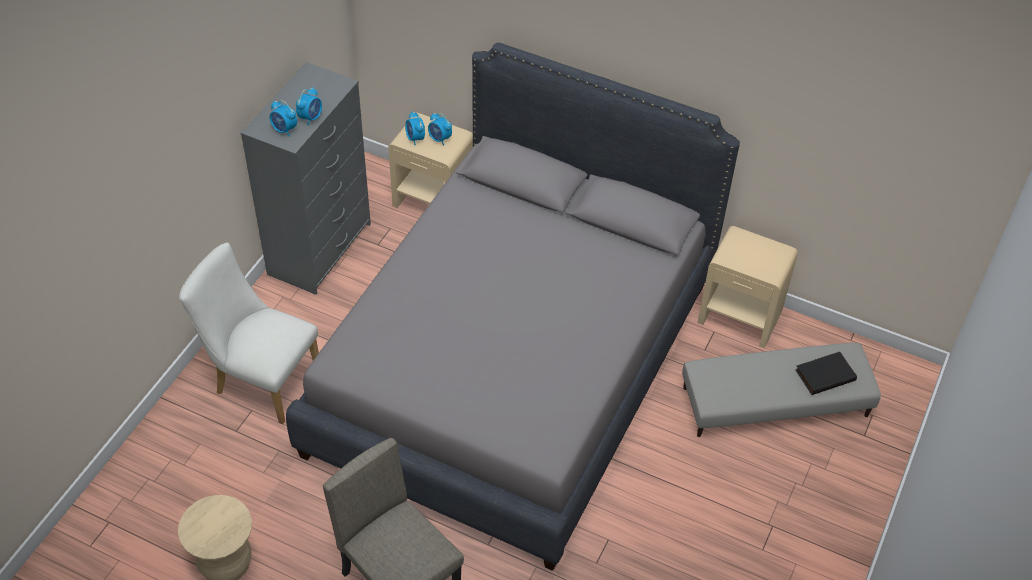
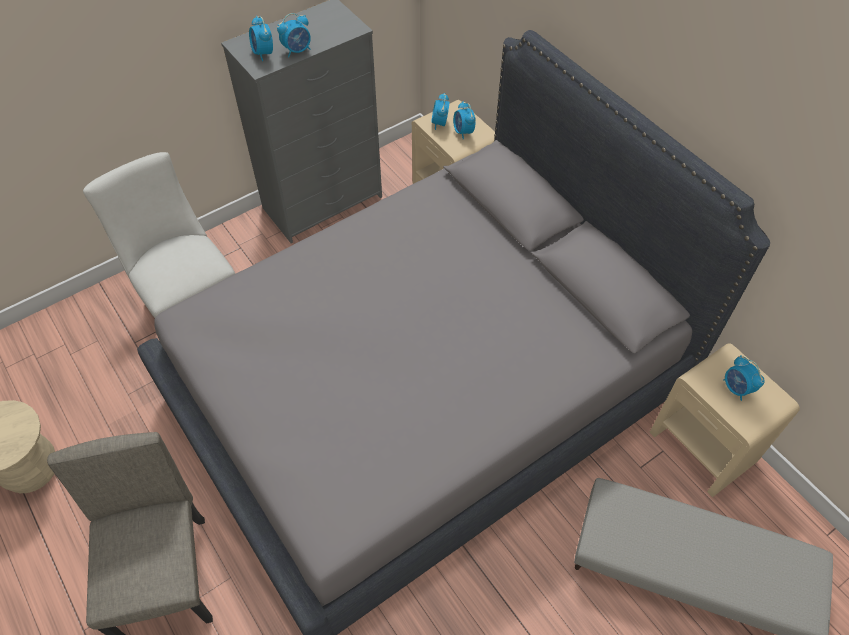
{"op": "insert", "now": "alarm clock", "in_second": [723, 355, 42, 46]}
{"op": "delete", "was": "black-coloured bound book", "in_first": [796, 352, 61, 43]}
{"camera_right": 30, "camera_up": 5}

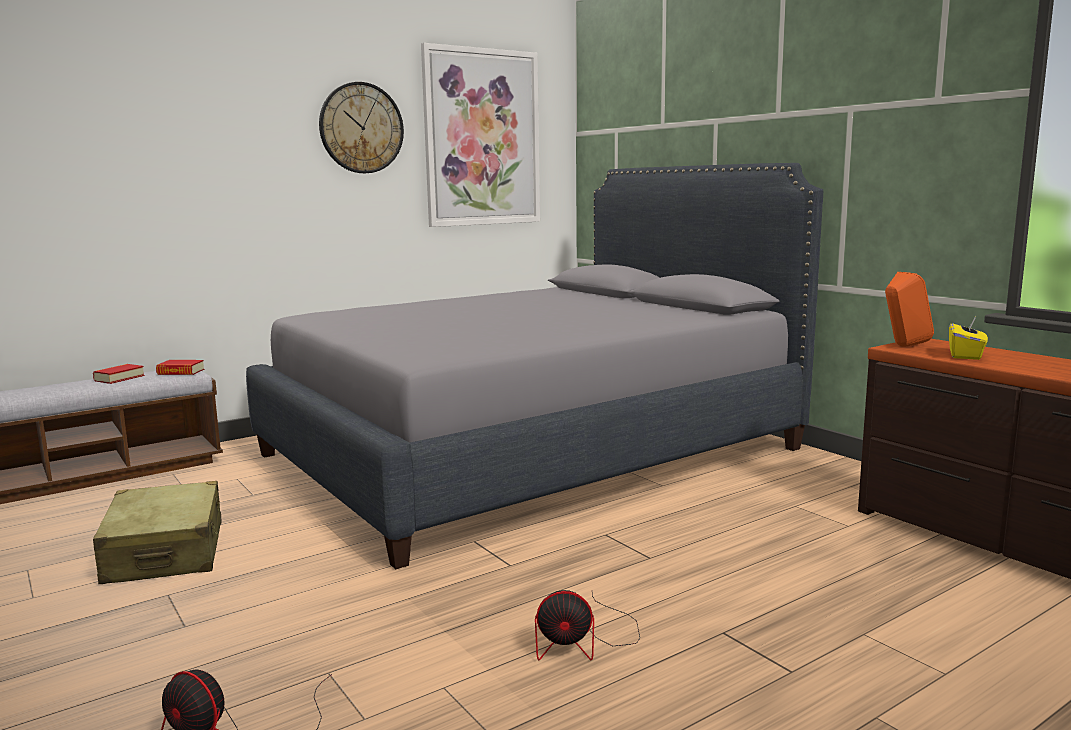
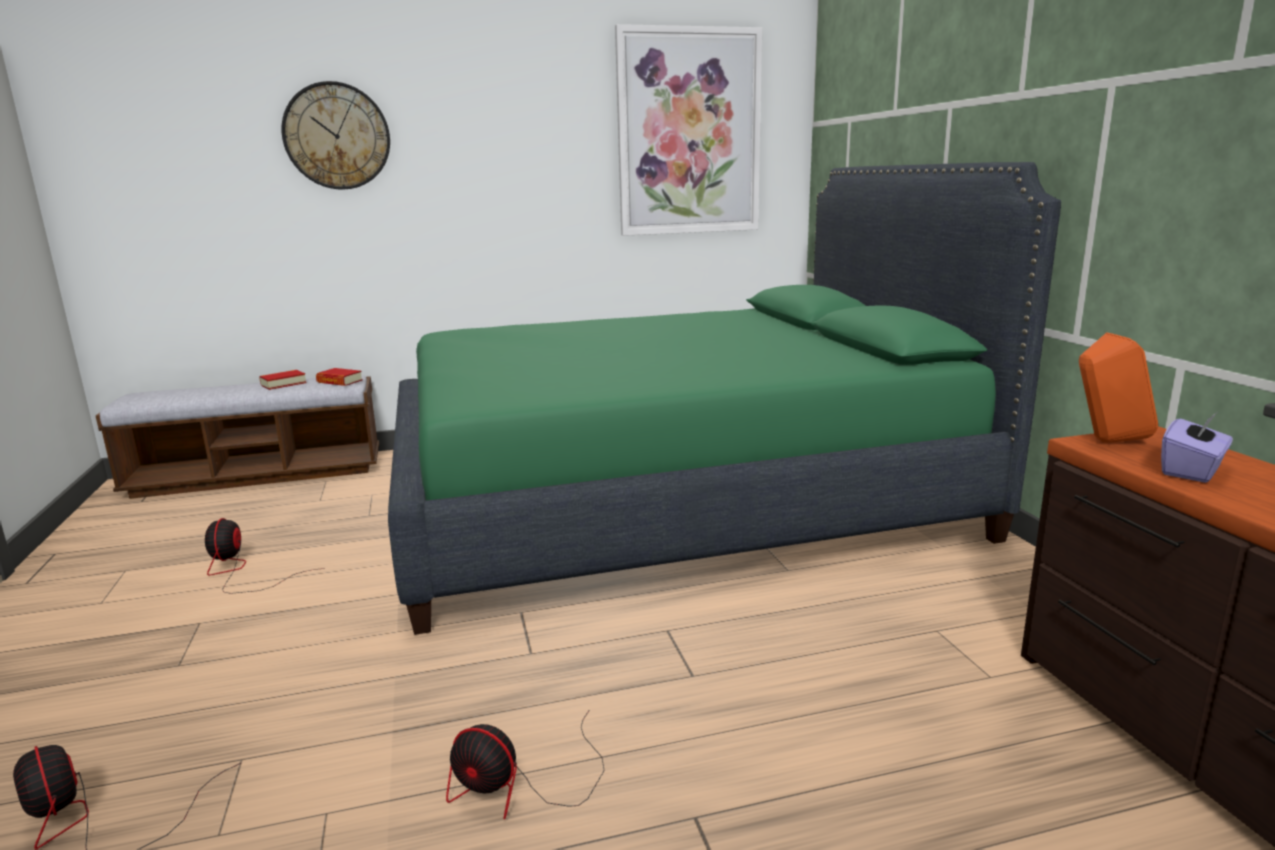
{"op": "replace", "was": "beige suitcase", "now": "cooling fan", "in_first": [93, 481, 128, 103], "in_second": [205, 518, 120, 76]}
{"op": "move", "was": "hanging clock", "in_first": [319, 82, 85, 91], "in_second": [281, 81, 109, 109]}
{"op": "recolor", "was": "greyish sleeping bed", "now": "green sleeping bed", "in_first": [246, 163, 577, 406], "in_second": [388, 162, 673, 473]}
{"op": "recolor", "was": "yellowish tissue box", "now": "purple tissue box", "in_first": [949, 318, 39, 42], "in_second": [1161, 412, 72, 71]}
{"camera_right": 20, "camera_up": 5}

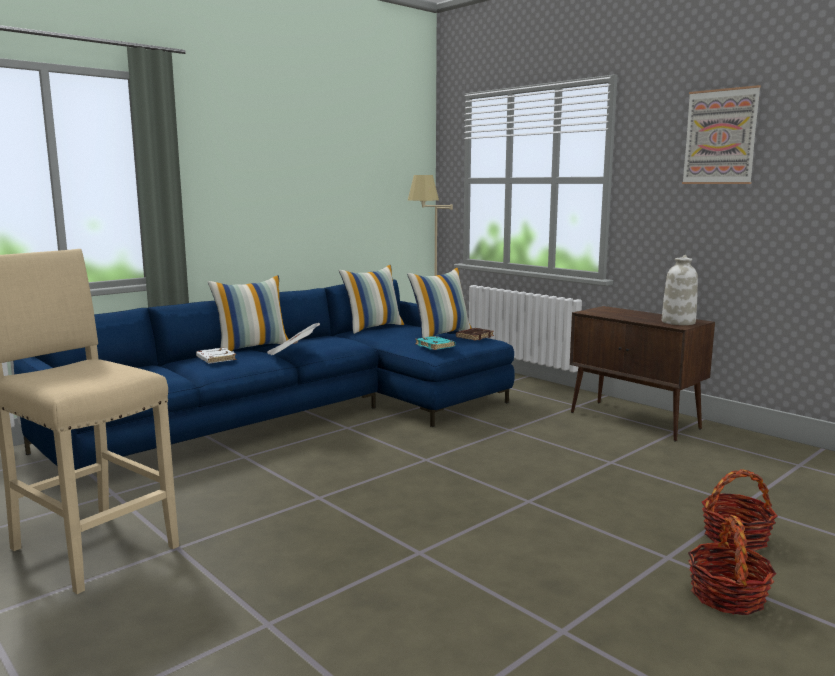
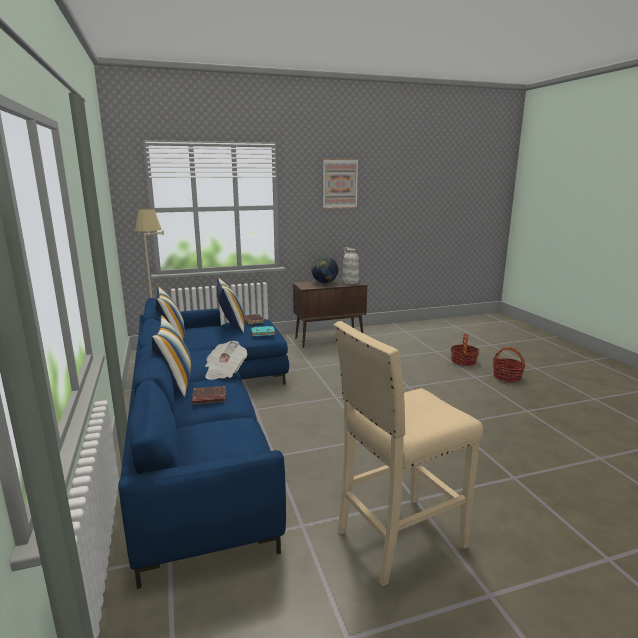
{"op": "recolor", "was": "white-coloured bound book", "now": "brown-coloured bound book", "in_first": [196, 347, 41, 17], "in_second": [192, 386, 34, 18]}
{"op": "insert", "now": "globe", "in_second": [311, 256, 27, 27]}
{"camera_right": -65, "camera_up": 5}

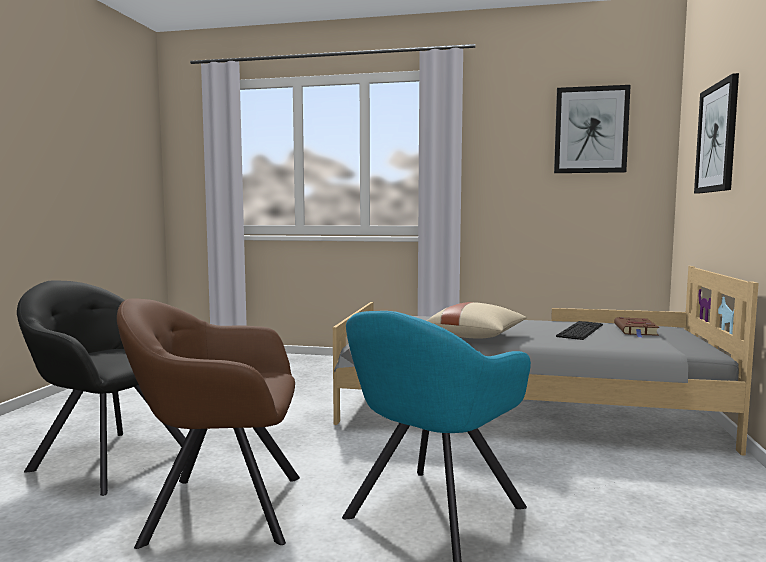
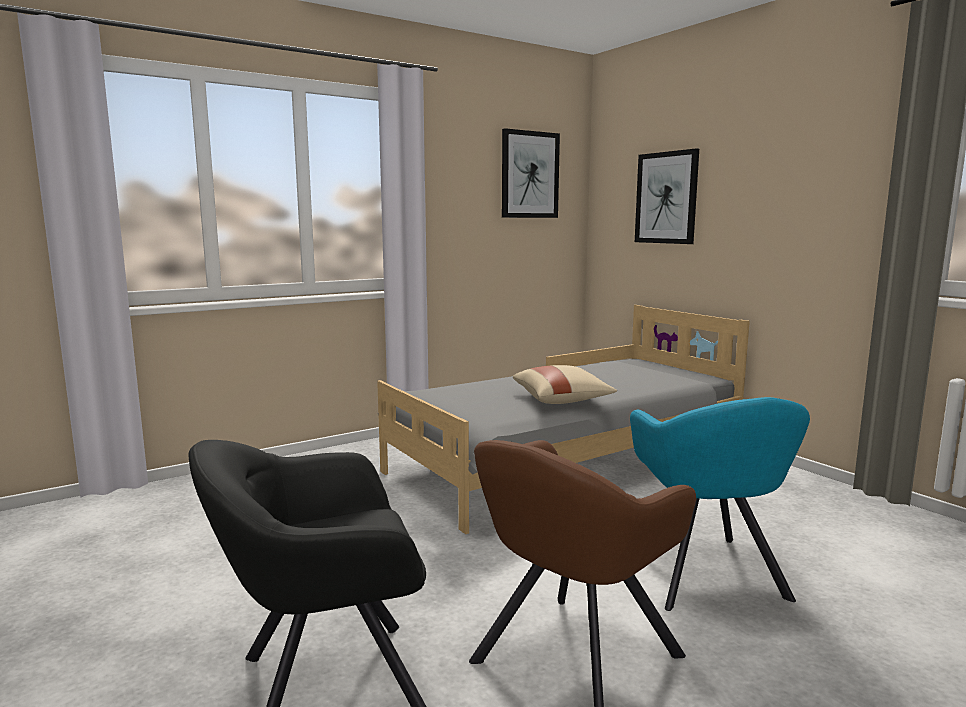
{"op": "delete", "was": "keyboard", "in_first": [556, 321, 47, 19]}
{"op": "delete", "was": "brown-coloured bound book", "in_first": [614, 317, 45, 21]}
{"camera_right": -45, "camera_up": 5}

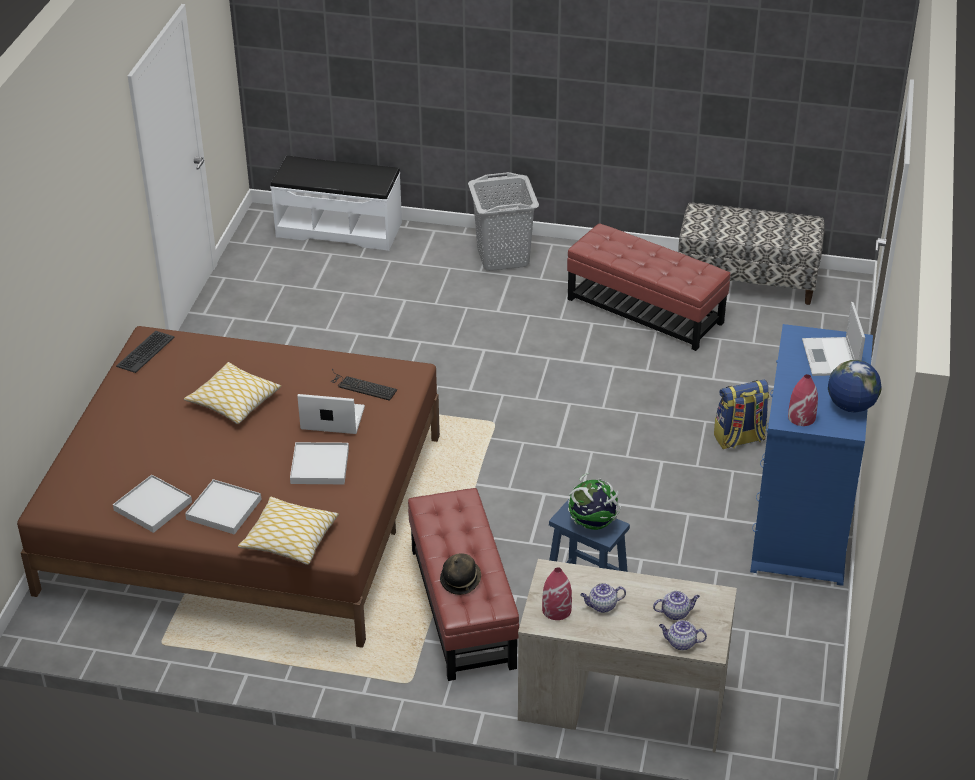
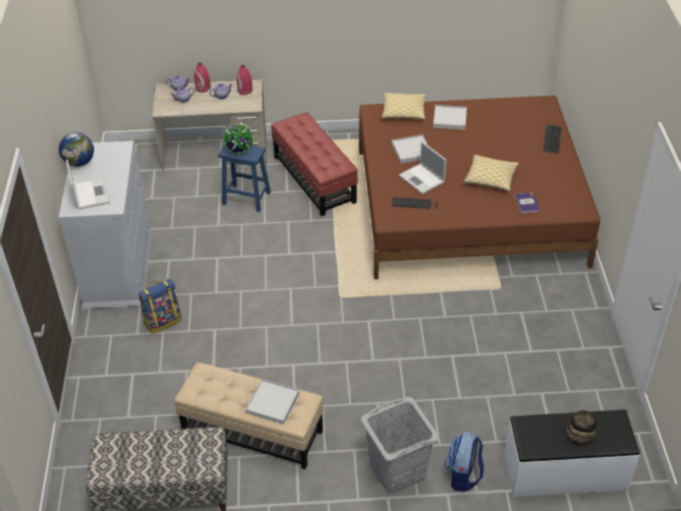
{"op": "recolor", "was": "bluish dresser", "now": "white-coloured dresser", "in_first": [750, 324, 123, 262], "in_second": [59, 141, 92, 170]}
{"op": "recolor", "was": "reddish ottoman", "now": "beige ottoman", "in_first": [567, 224, 163, 127], "in_second": [175, 362, 148, 107]}
{"op": "move", "was": "reddish vase", "in_first": [788, 374, 30, 52], "in_second": [194, 63, 17, 30]}
{"op": "move", "was": "white-coloured tray", "in_first": [113, 475, 79, 58], "in_second": [245, 379, 54, 45]}
{"op": "rotate", "was": "portable computer", "in_first": [297, 394, 68, 40], "in_second": [399, 142, 48, 52], "clockwise": 60}
{"op": "insert", "now": "backpack", "in_second": [444, 431, 40, 60]}
{"op": "insert", "now": "bound book", "in_second": [514, 193, 26, 20]}
{"op": "move", "was": "keyboard", "in_first": [116, 331, 59, 42], "in_second": [543, 125, 19, 28]}
{"op": "move", "was": "hat", "in_first": [440, 553, 41, 42], "in_second": [567, 410, 31, 32]}
{"camera_right": 165, "camera_up": 5}

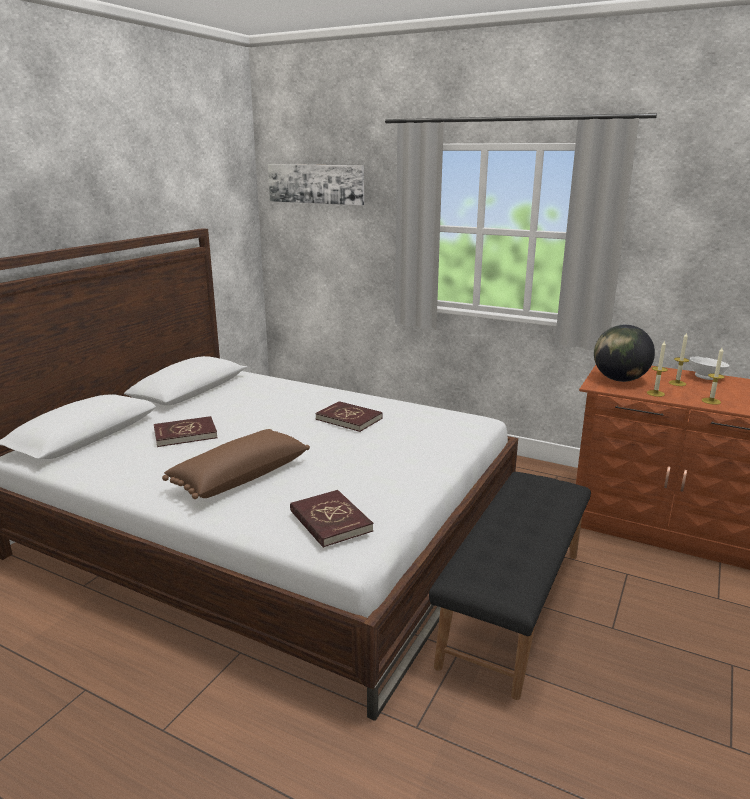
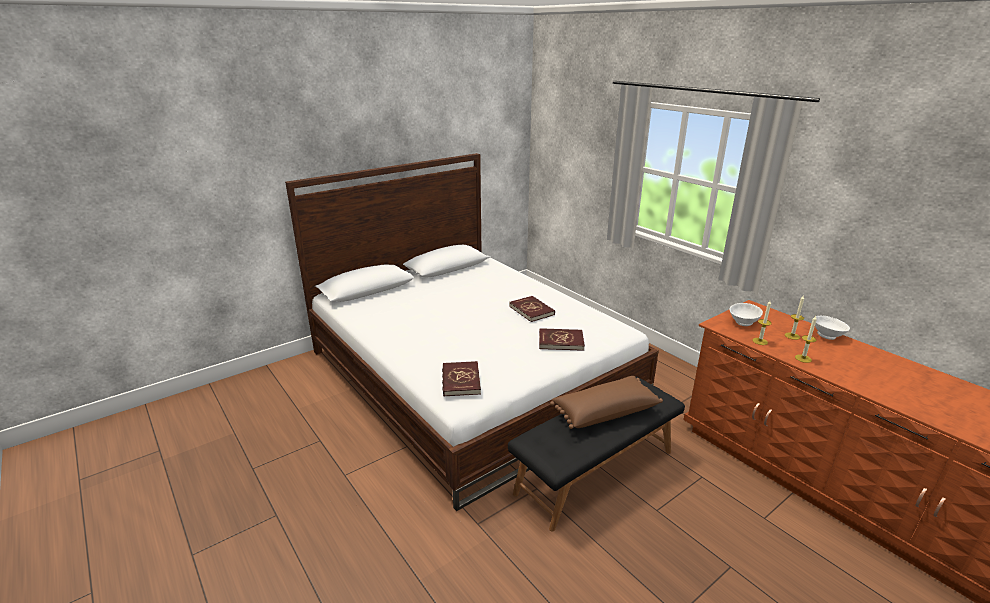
{"op": "move", "was": "reddish bound book", "in_first": [154, 416, 64, 31], "in_second": [539, 328, 46, 23]}
{"op": "move", "was": "brown-coloured throw pillow", "in_first": [162, 429, 148, 70], "in_second": [550, 376, 113, 53]}
{"op": "replace", "was": "globe", "now": "white-coloured bowl", "in_first": [594, 325, 61, 57], "in_second": [729, 303, 34, 23]}
{"op": "delete", "was": "wall art", "in_first": [268, 164, 96, 41]}
{"camera_right": 25, "camera_up": 5}

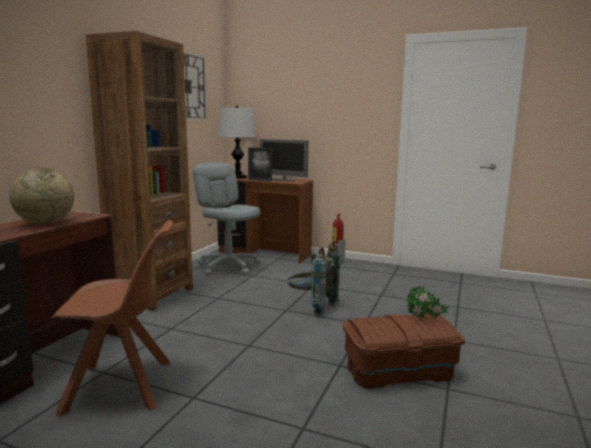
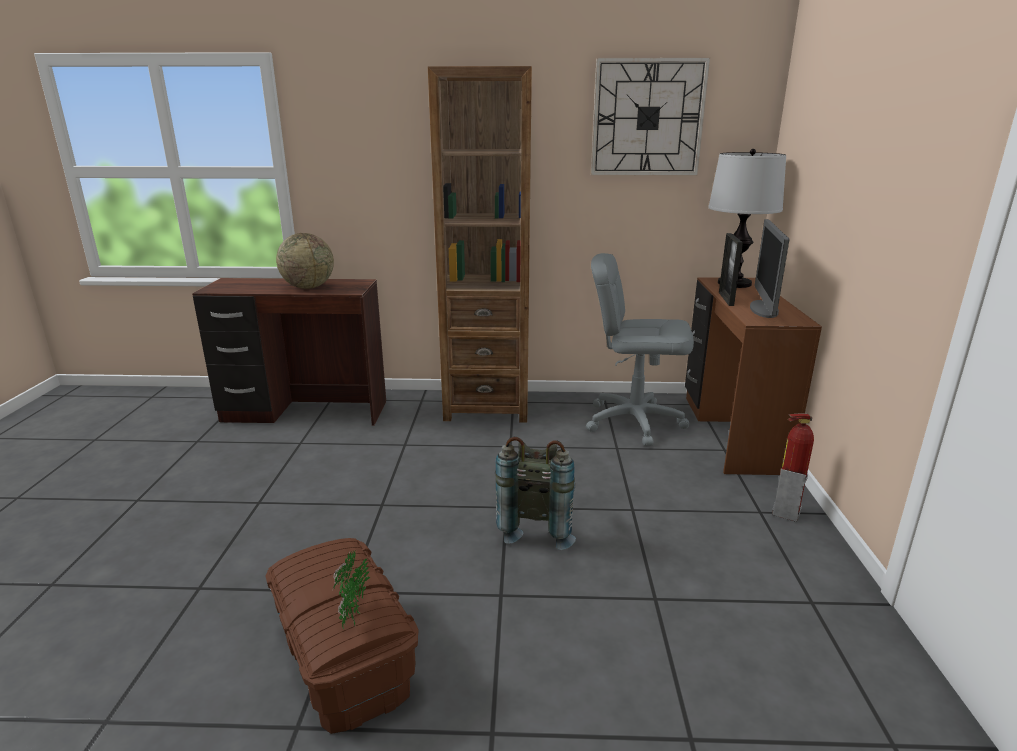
{"op": "rotate", "was": "greyish office chair", "in_first": [193, 163, 68, 112], "in_second": [586, 253, 108, 193], "clockwise": -105}
{"op": "delete", "was": "brown-coloured plain chair", "in_first": [52, 220, 121, 197]}
{"camera_right": 70, "camera_up": 10}

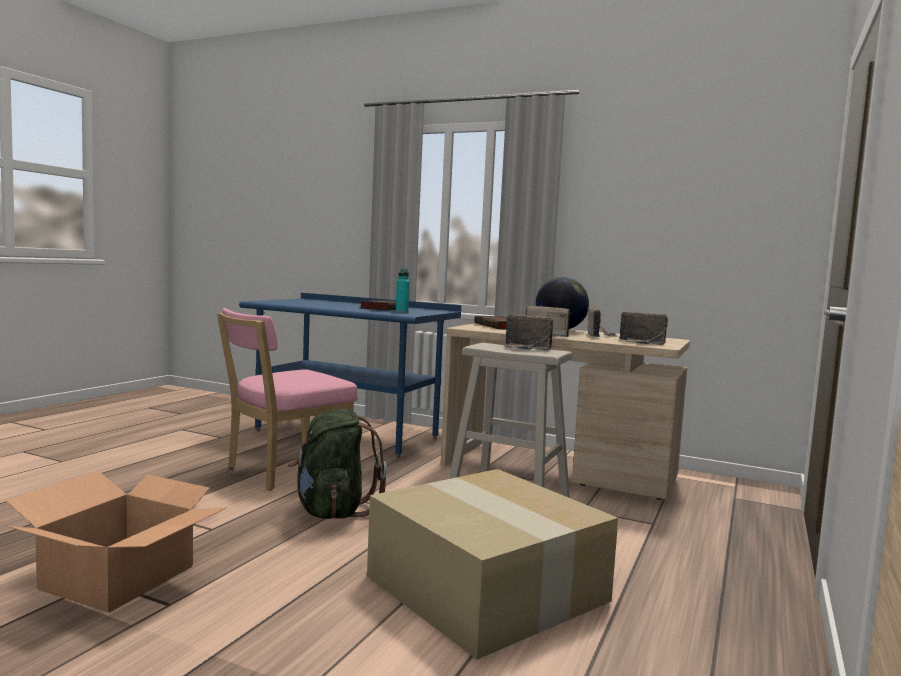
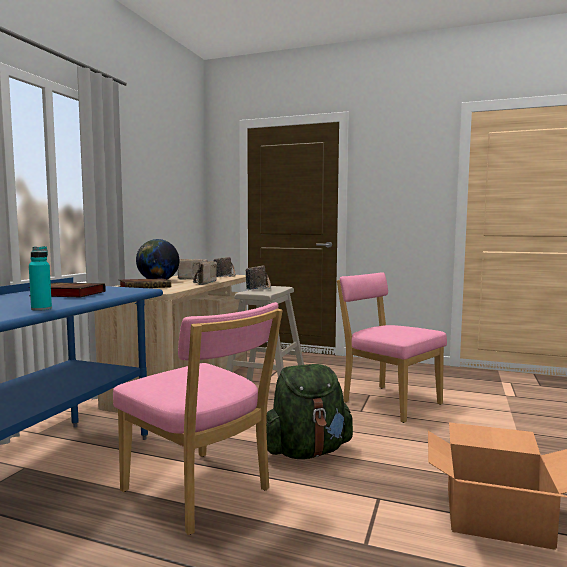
{"op": "move", "was": "blue-green beverage bottle", "in_first": [396, 269, 14, 44], "in_second": [29, 246, 23, 65]}
{"op": "replace", "was": "packing box", "now": "pink-coloured plain chair", "in_first": [367, 469, 251, 191], "in_second": [337, 272, 110, 151]}
{"camera_right": -95, "camera_up": 0}

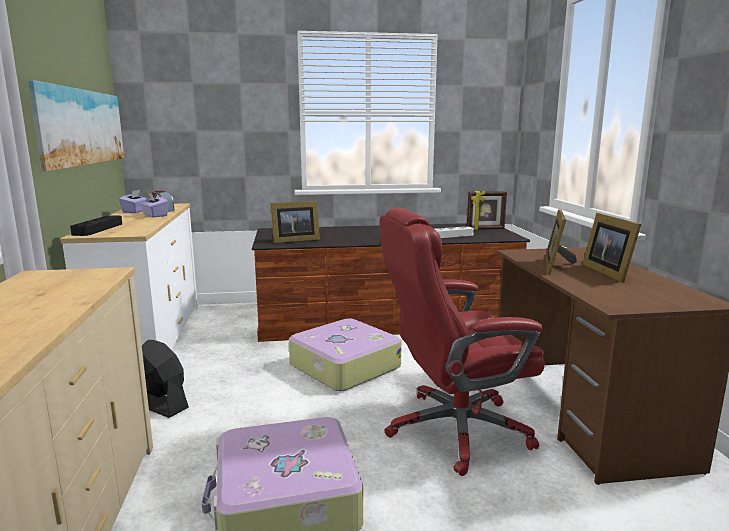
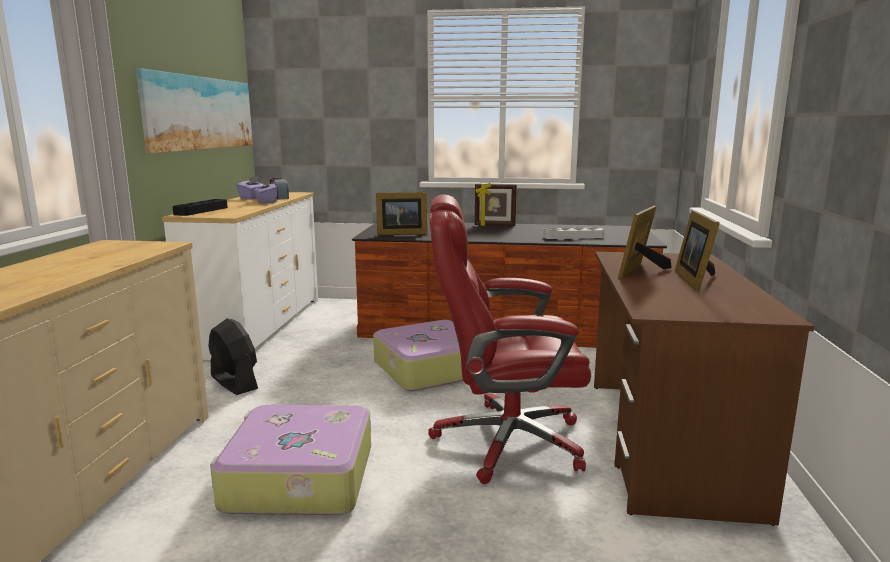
{"op": "move", "was": "picture frame", "in_first": [467, 191, 40, 39], "in_second": [475, 183, 42, 43]}
{"camera_right": 15, "camera_up": 0}

